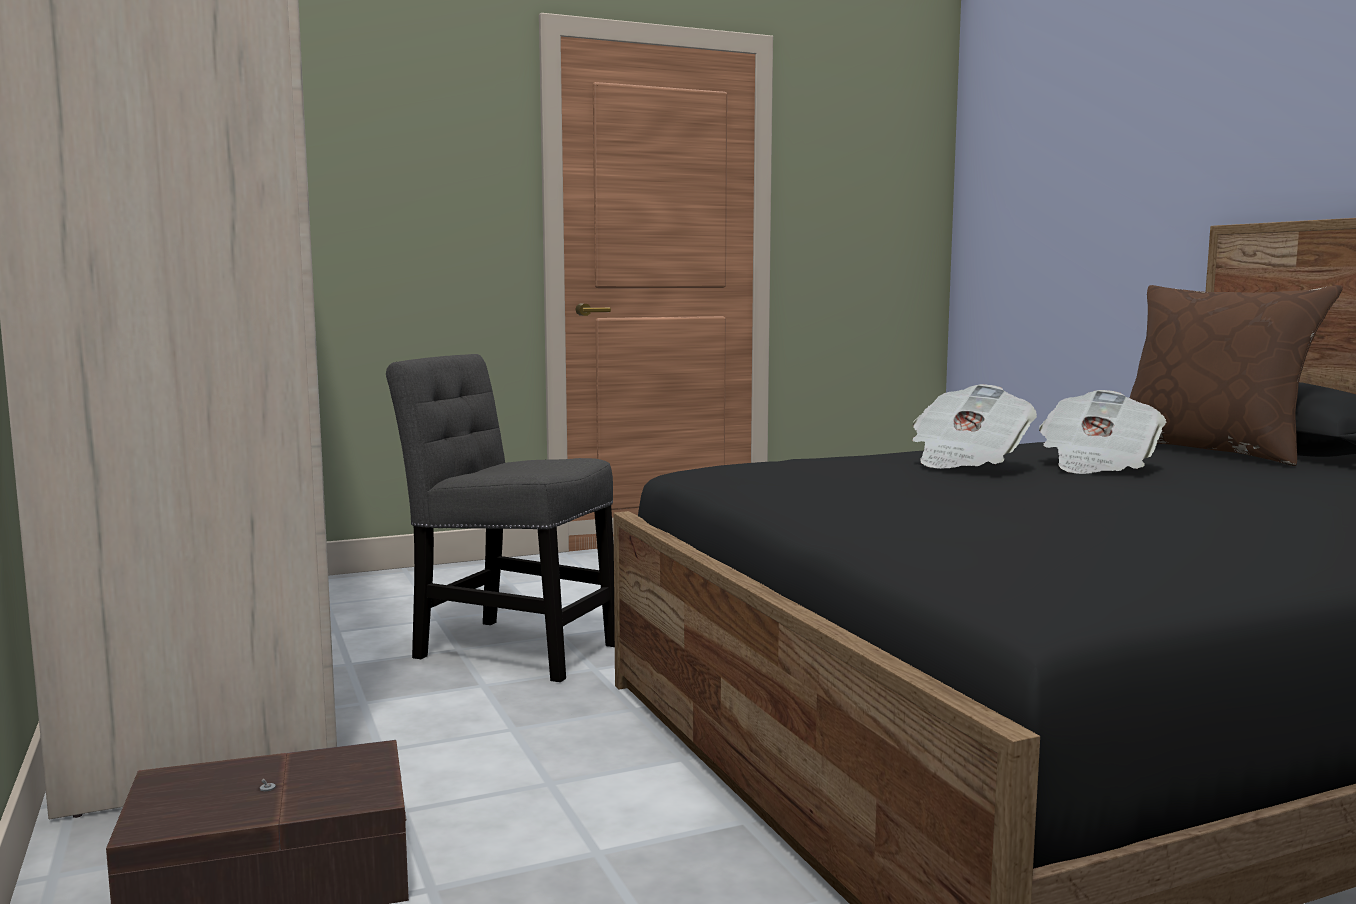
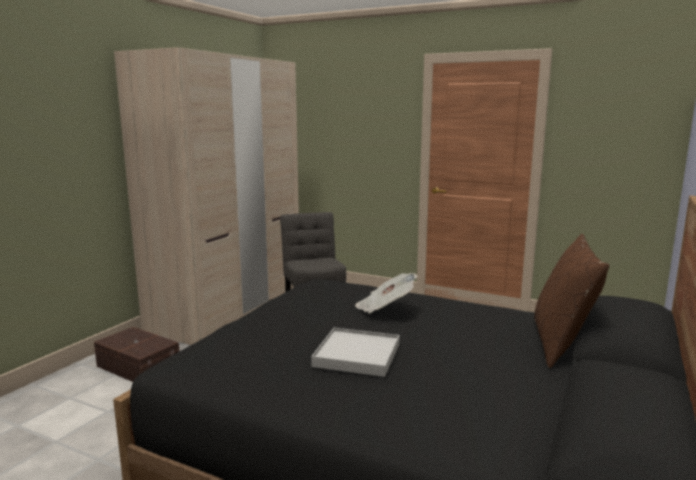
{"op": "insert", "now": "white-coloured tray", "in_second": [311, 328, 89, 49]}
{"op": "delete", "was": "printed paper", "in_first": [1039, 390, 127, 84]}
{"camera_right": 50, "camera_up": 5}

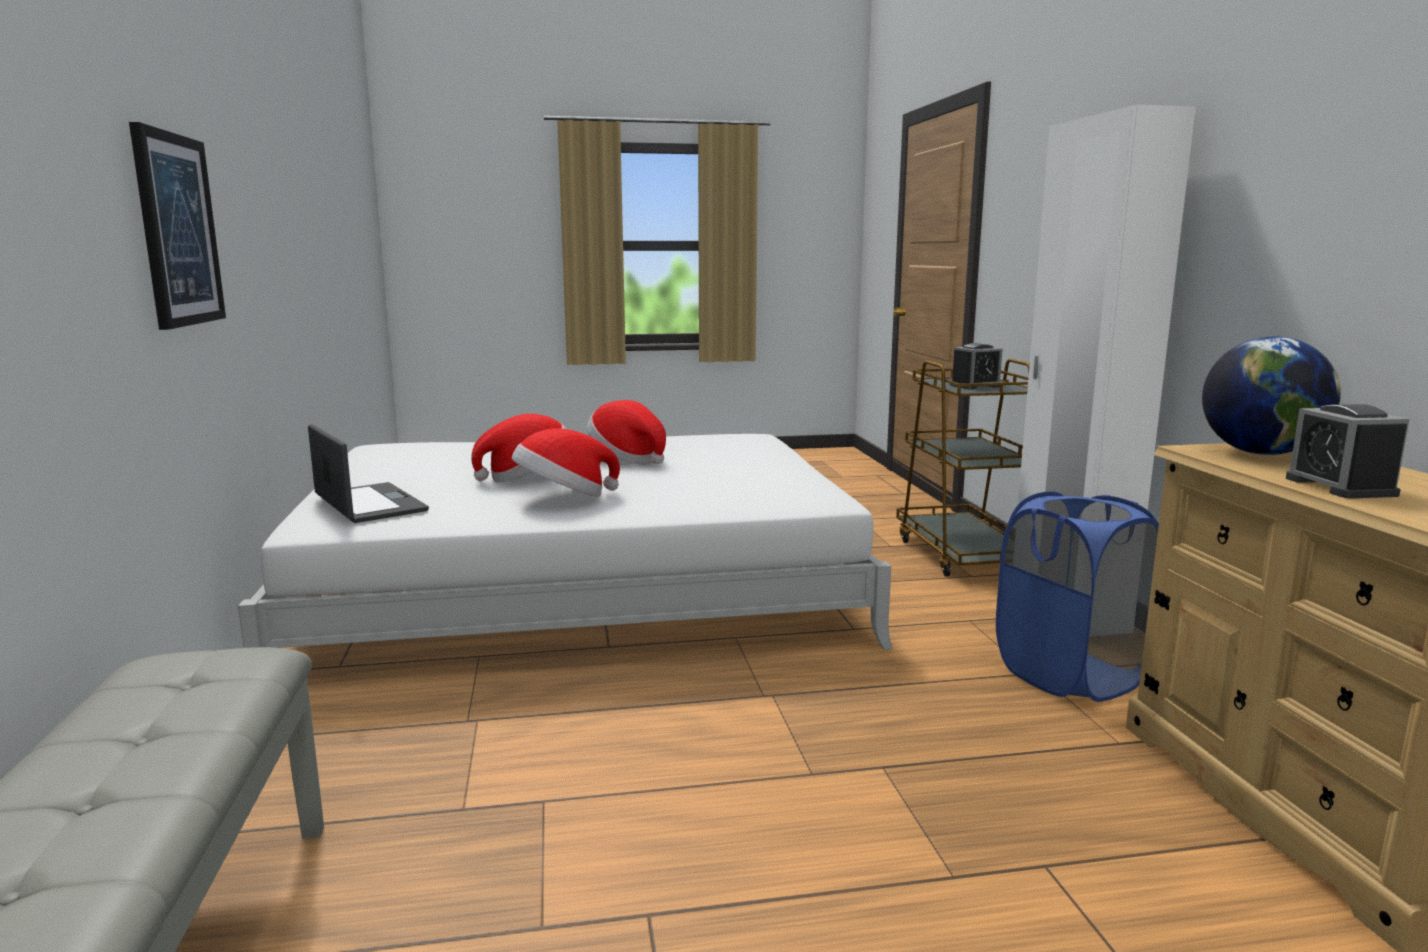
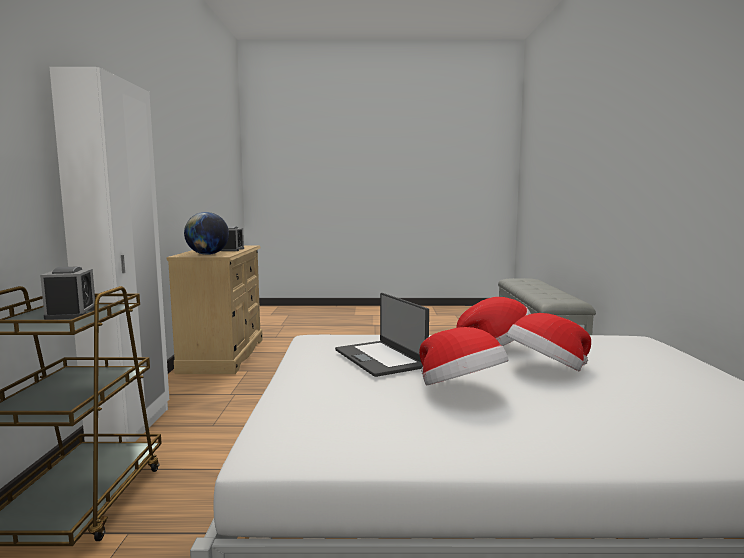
{"op": "rotate", "was": "alarm clock", "in_first": [950, 343, 53, 46], "in_second": [40, 266, 55, 54], "clockwise": 90}
{"op": "move", "was": "portable computer", "in_first": [308, 424, 121, 99], "in_second": [335, 293, 94, 84]}
{"op": "delete", "was": "wall art", "in_first": [129, 122, 97, 208]}
{"op": "delete", "was": "bluish hamper", "in_first": [996, 491, 163, 211]}
{"camera_right": -170, "camera_up": -5}

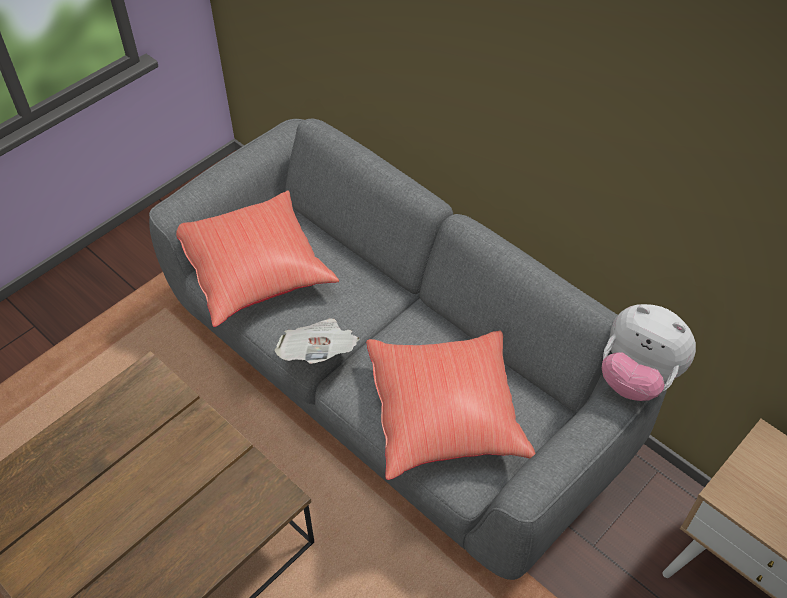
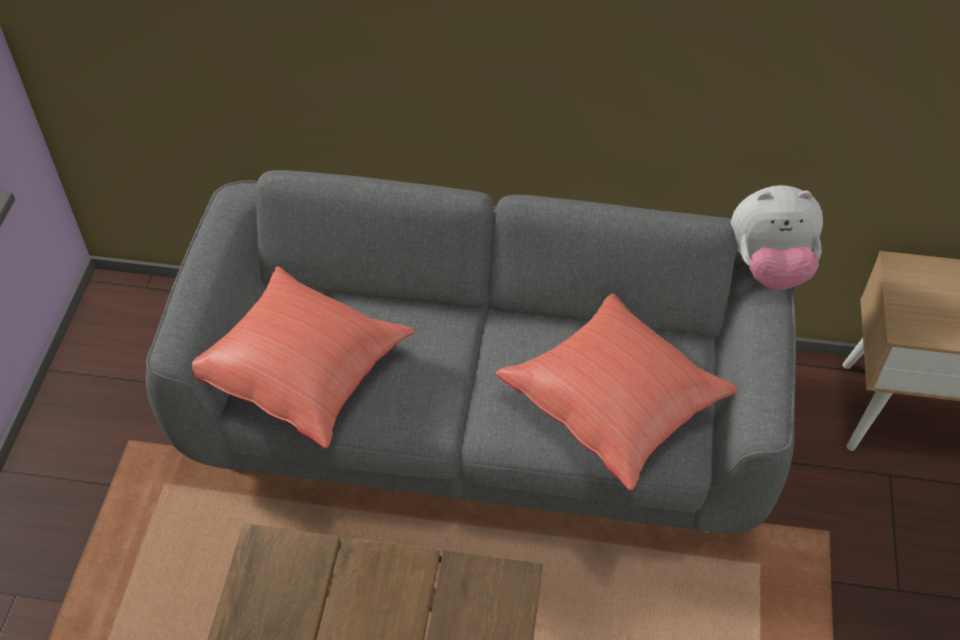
{"op": "delete", "was": "printed paper", "in_first": [274, 319, 86, 45]}
{"camera_right": -35, "camera_up": 0}

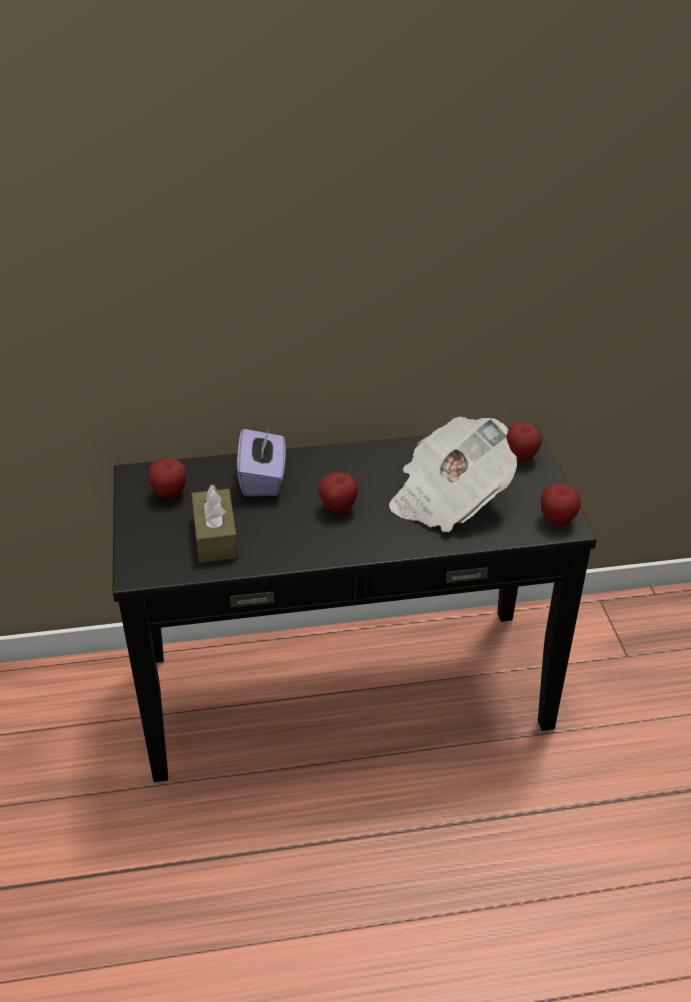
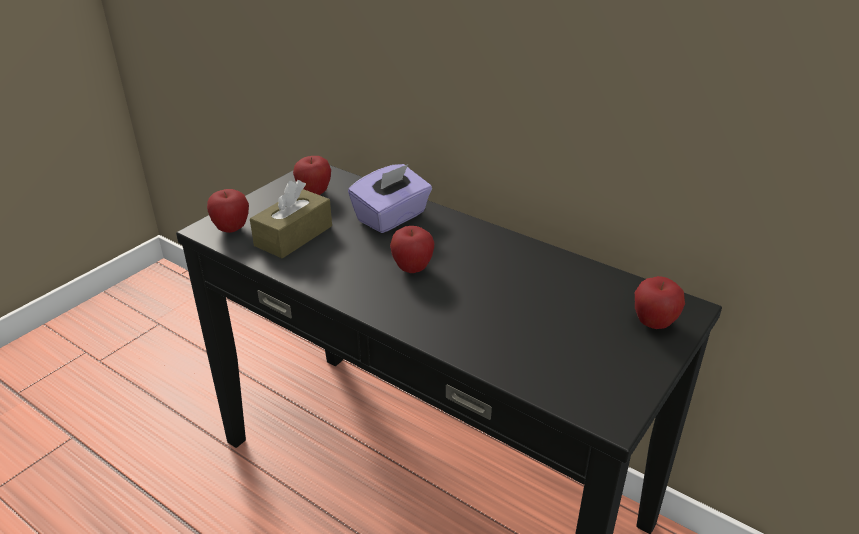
{"op": "move", "was": "apple", "in_first": [541, 484, 40, 42], "in_second": [207, 189, 42, 44]}
{"op": "delete", "was": "printed paper", "in_first": [389, 417, 128, 115]}
{"camera_right": 45, "camera_up": -5}

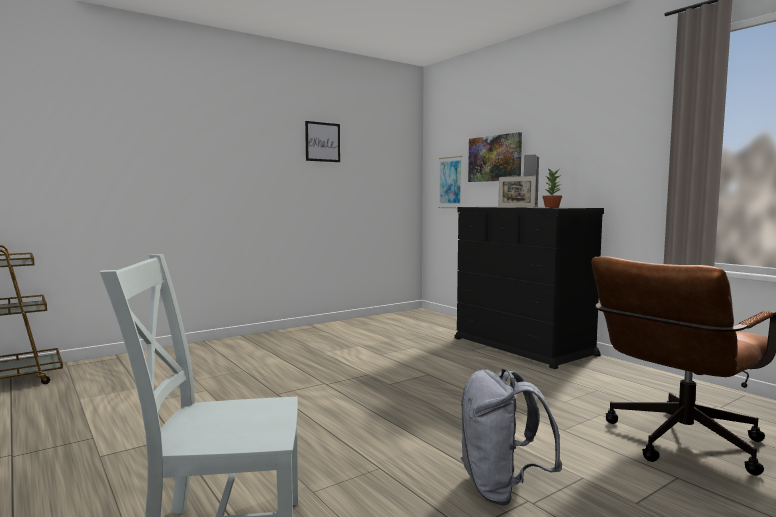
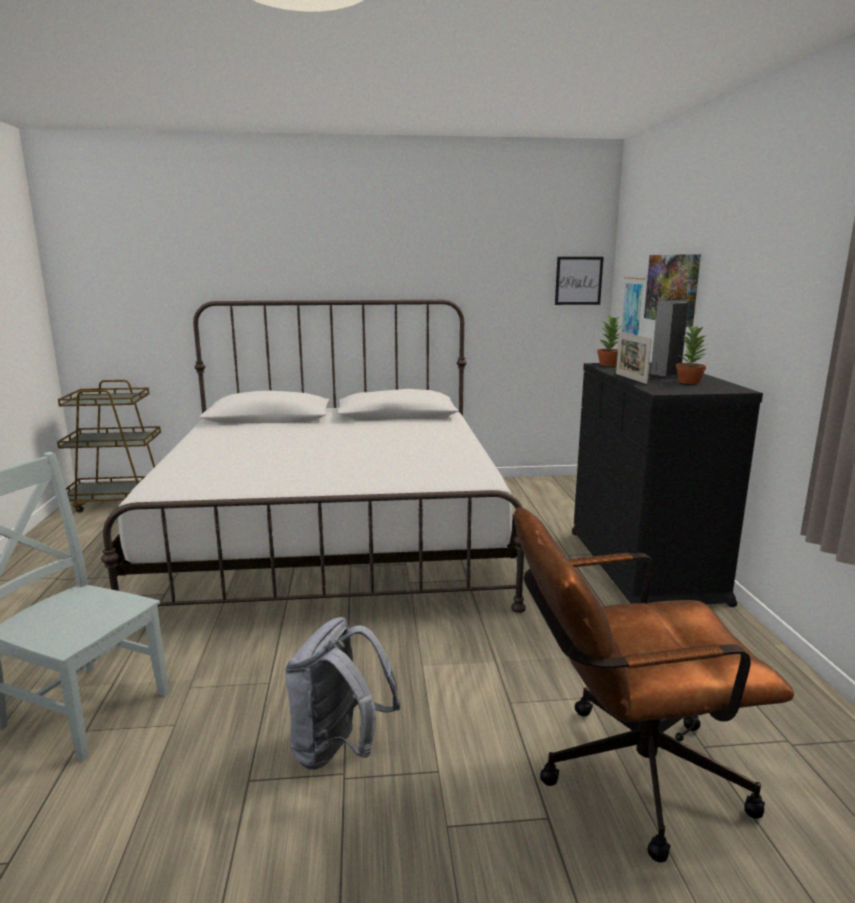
{"op": "insert", "now": "white-coloured sleeping bed", "in_second": [101, 300, 425, 313]}
{"op": "move", "was": "wall art", "in_first": [305, 121, 35, 41], "in_second": [555, 257, 49, 48]}
{"op": "insert", "now": "plant in a pot", "in_second": [597, 314, 25, 52]}
{"camera_right": 30, "camera_up": 10}

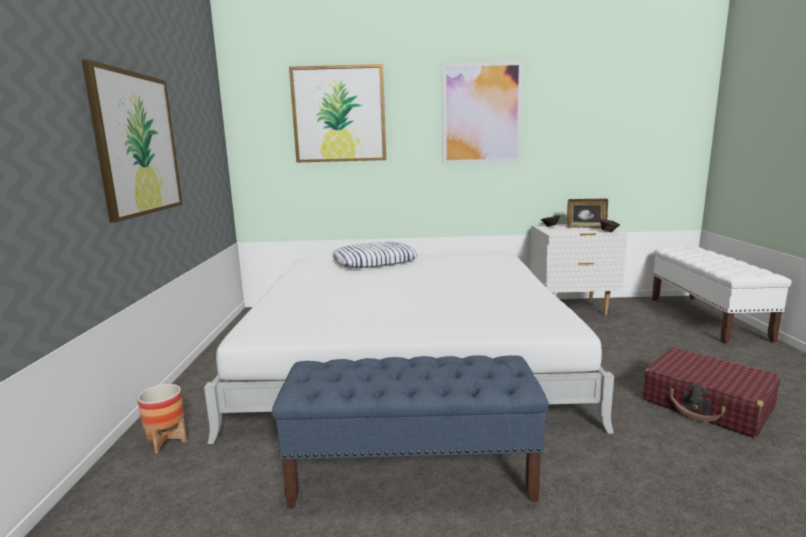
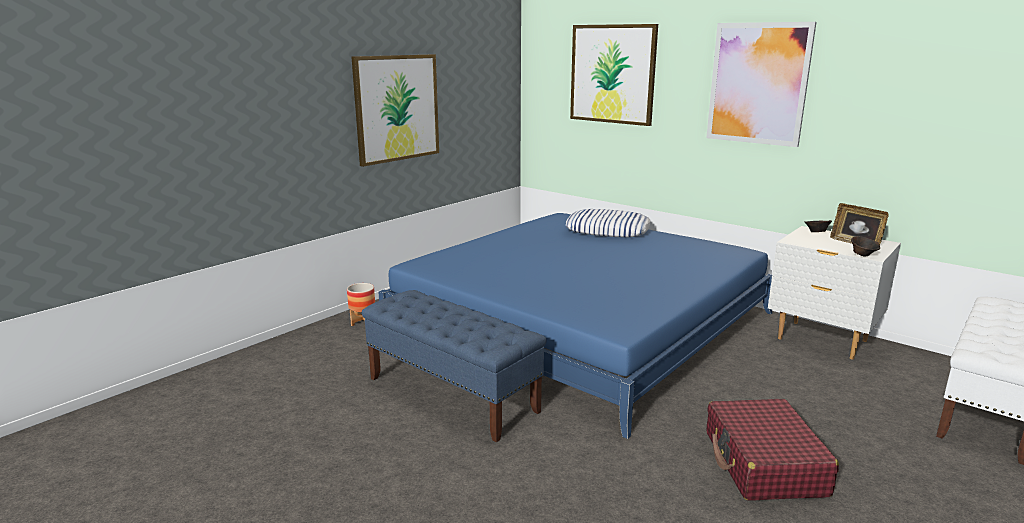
{"op": "recolor", "was": "white-coloured sleeping bed", "now": "bluish sleeping bed", "in_first": [204, 252, 410, 192], "in_second": [378, 213, 394, 226]}
{"camera_right": 40, "camera_up": 5}

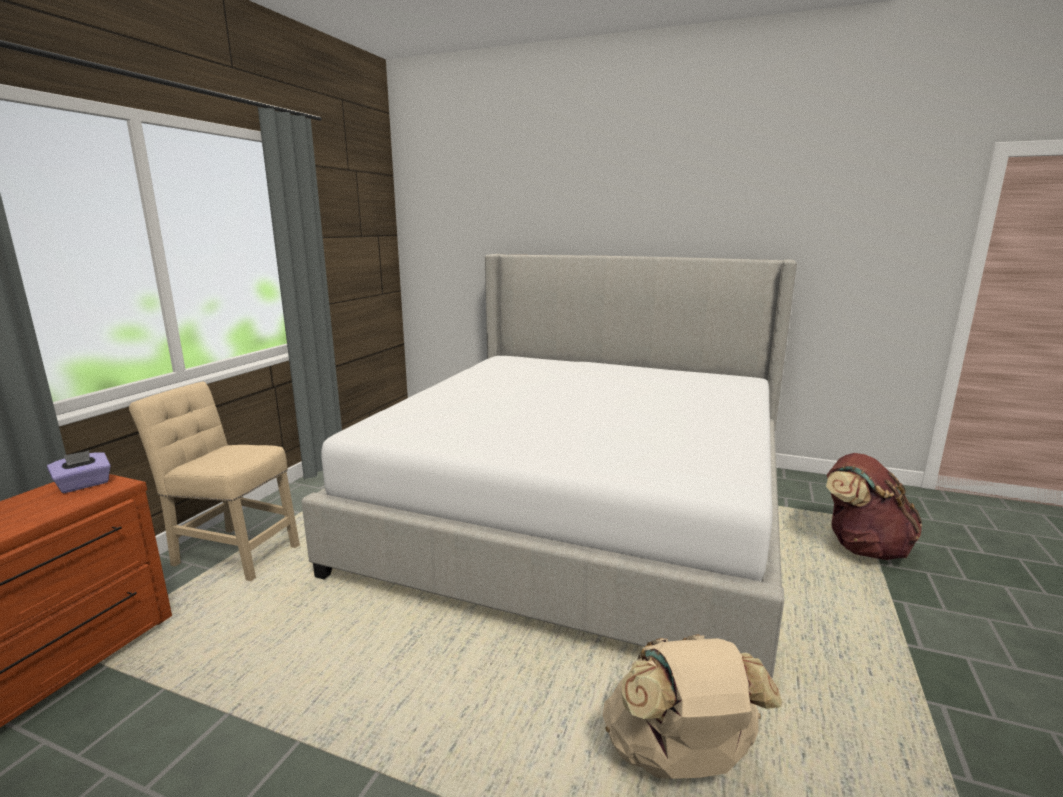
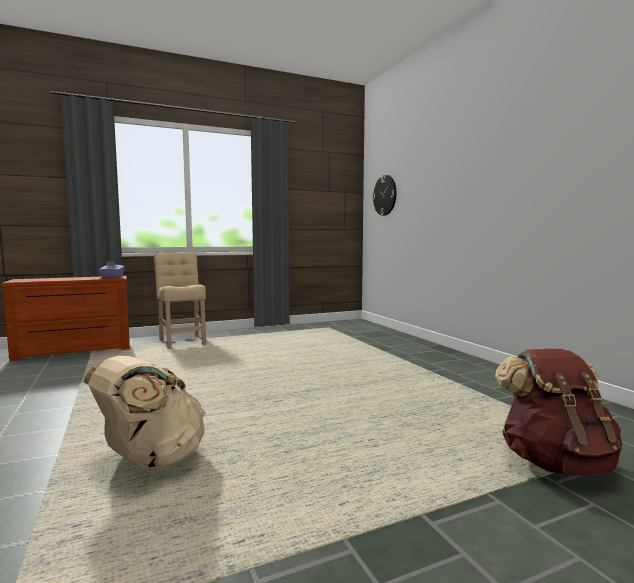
{"op": "insert", "now": "hanging clock", "in_second": [372, 175, 24, 41]}
{"op": "delete", "was": "sleeping bed", "in_first": [301, 254, 496, 424]}
{"camera_right": 45, "camera_up": -10}

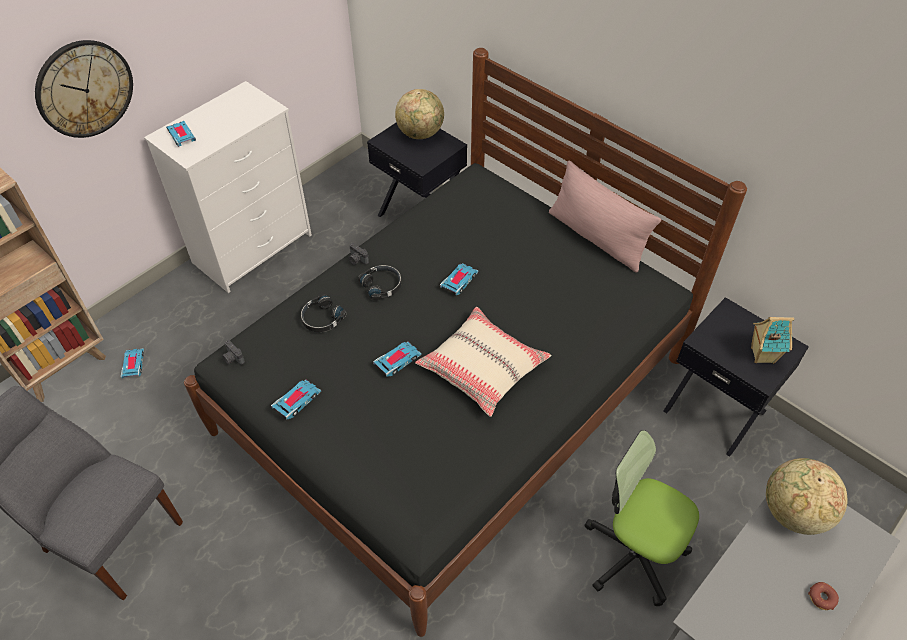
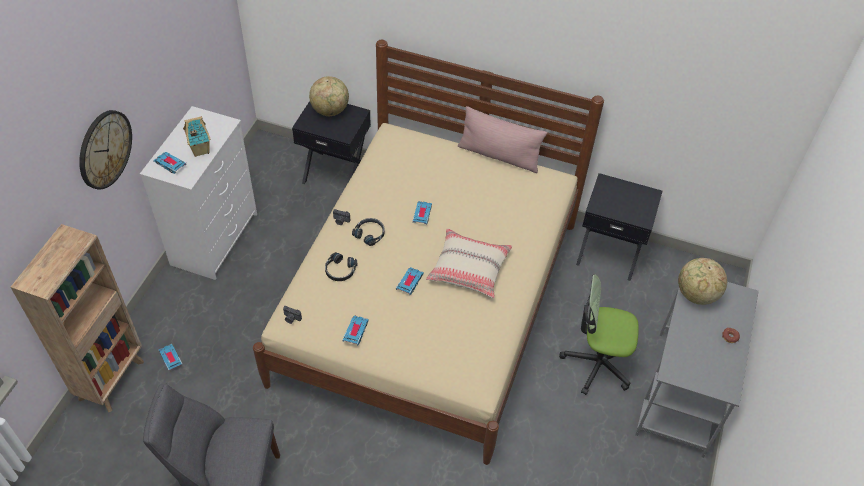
{"op": "move", "was": "miniature house", "in_first": [751, 317, 43, 47], "in_second": [183, 116, 28, 41]}
{"op": "recolor", "was": "black-coloured sleeping bed", "now": "beige sleeping bed", "in_first": [184, 48, 563, 589], "in_second": [253, 39, 351, 426]}
{"camera_right": -25, "camera_up": 0}

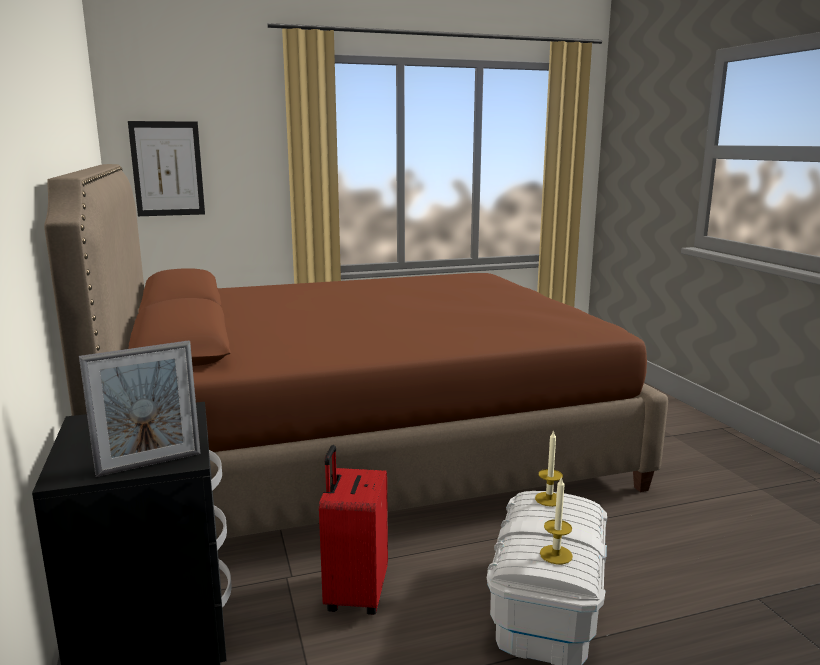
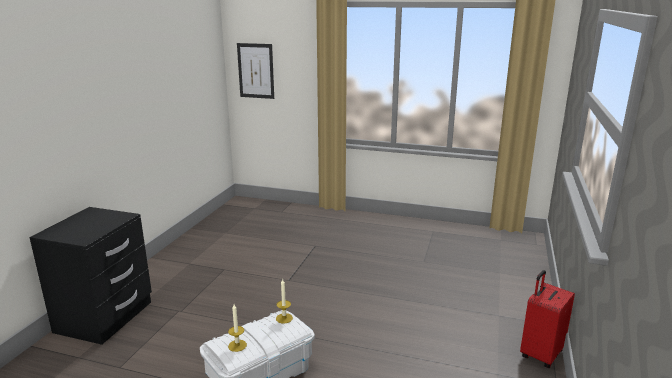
{"op": "move", "was": "reddish suitcase", "in_first": [319, 445, 69, 170], "in_second": [520, 270, 55, 98]}
{"op": "delete", "was": "brown-coloured sleeping bed", "in_first": [44, 164, 624, 375]}
{"op": "delete", "was": "picture frame", "in_first": [79, 340, 122, 137]}
{"camera_right": 35, "camera_up": 5}

